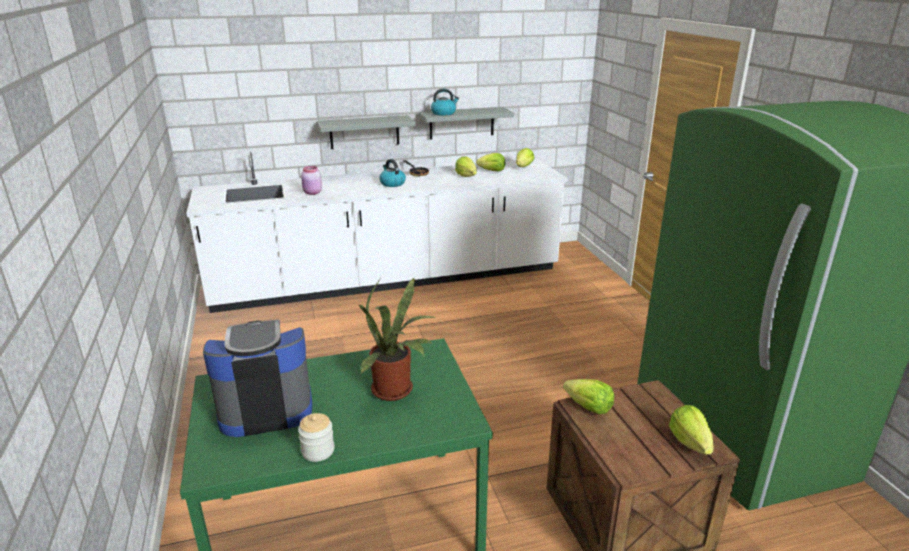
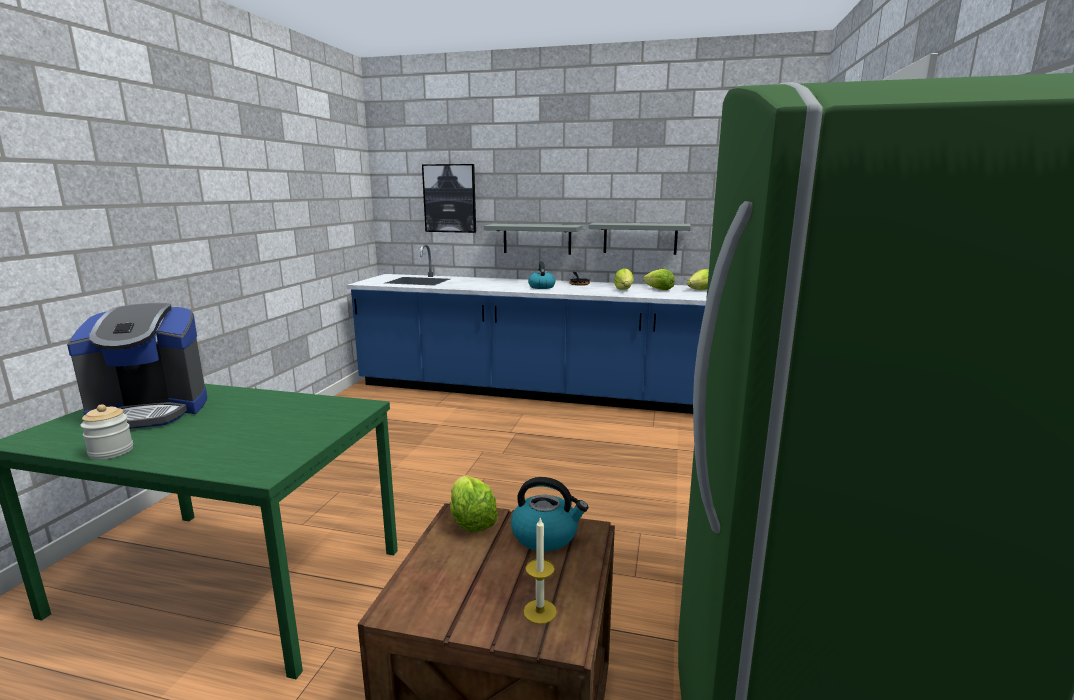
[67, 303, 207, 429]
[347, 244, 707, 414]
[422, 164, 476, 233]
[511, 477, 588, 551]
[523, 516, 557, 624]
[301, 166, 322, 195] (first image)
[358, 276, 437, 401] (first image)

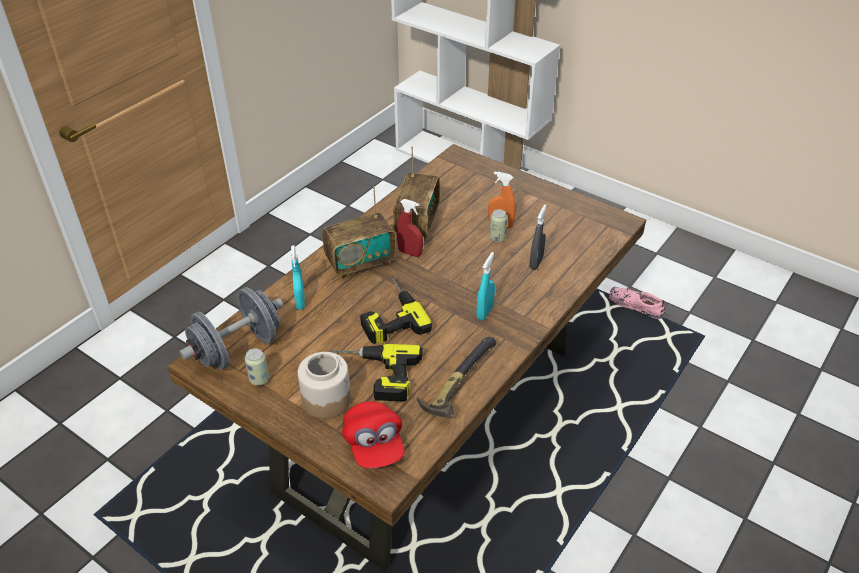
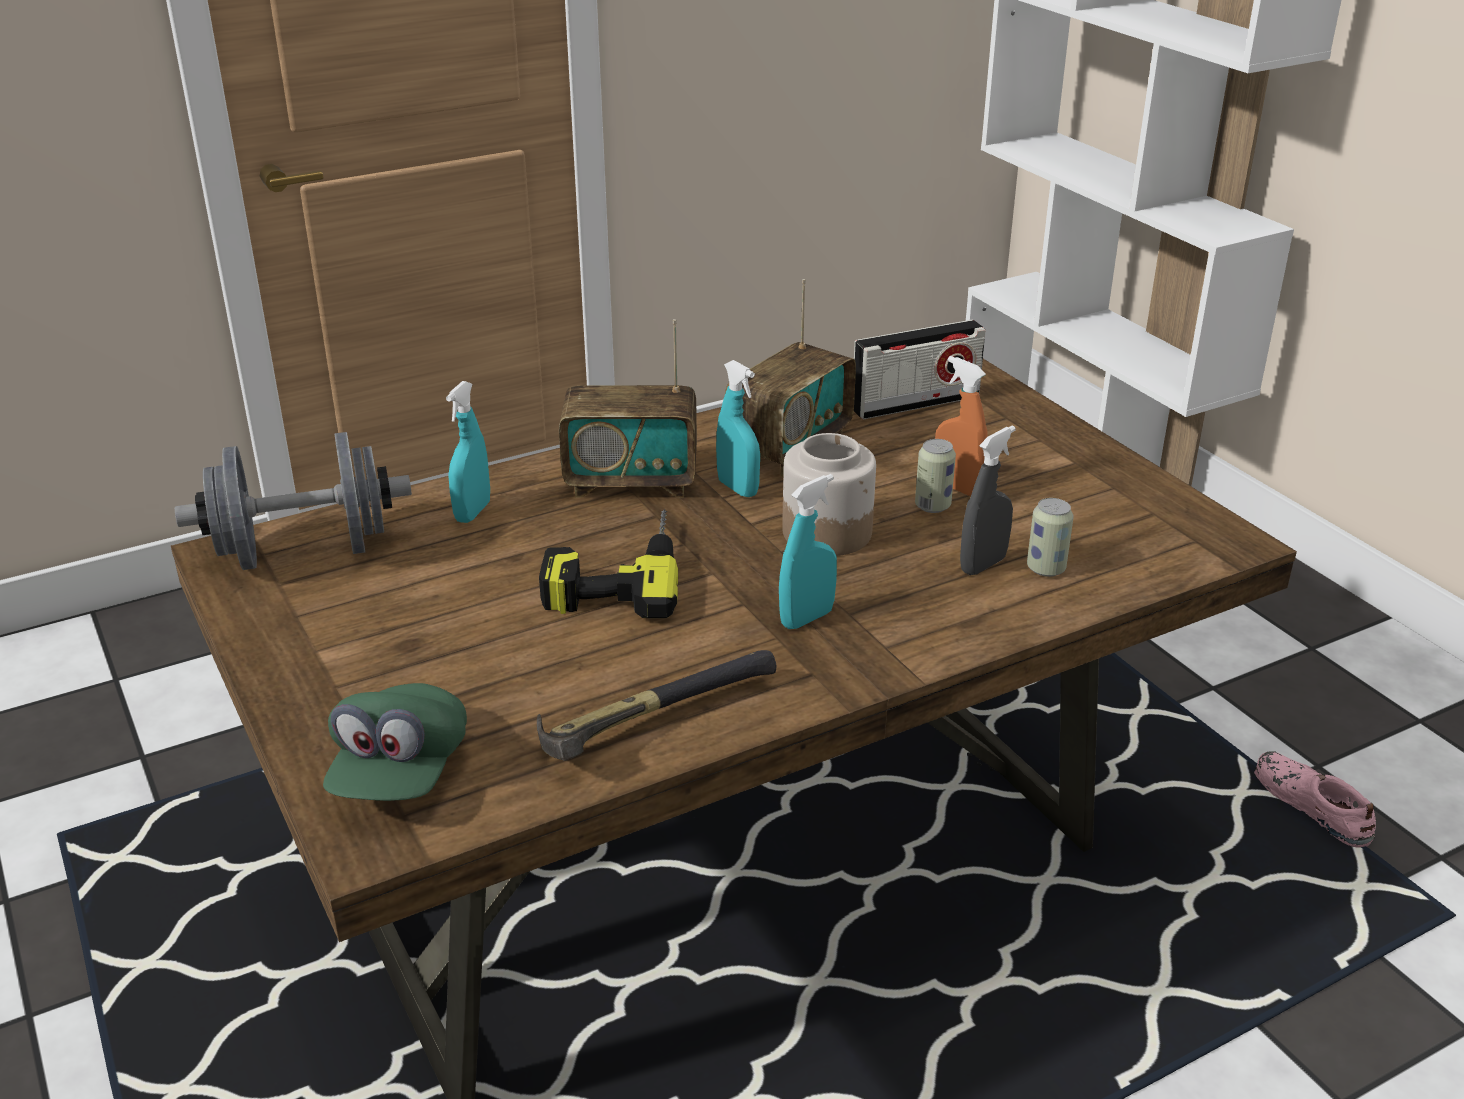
[323, 683, 467, 801]
[716, 360, 760, 497]
[782, 433, 876, 556]
[854, 320, 986, 419]
[1027, 498, 1074, 577]
[331, 344, 422, 401] (first image)

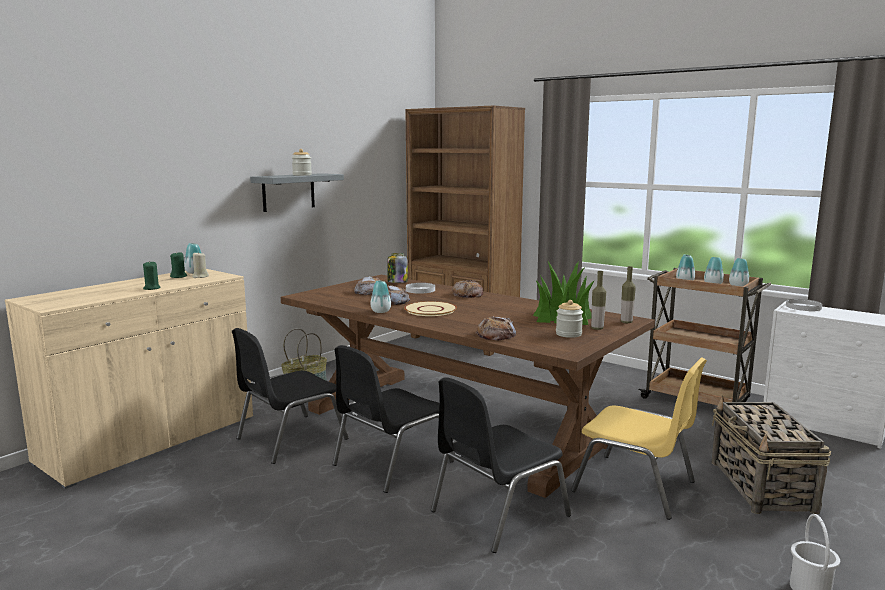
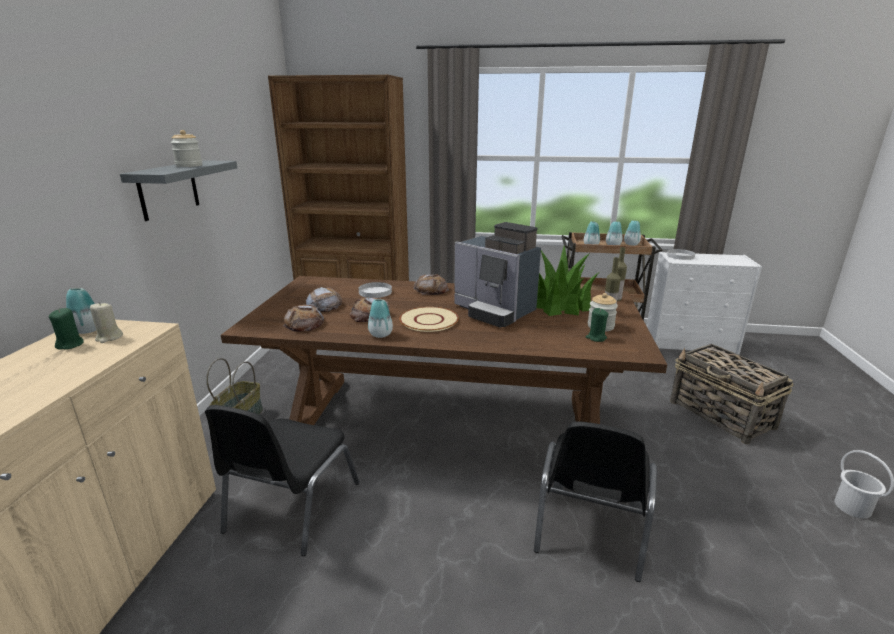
[283, 304, 324, 332]
[454, 222, 541, 328]
[586, 308, 608, 342]
[332, 345, 454, 493] (first image)
[387, 253, 408, 283] (first image)
[571, 358, 707, 520] (first image)

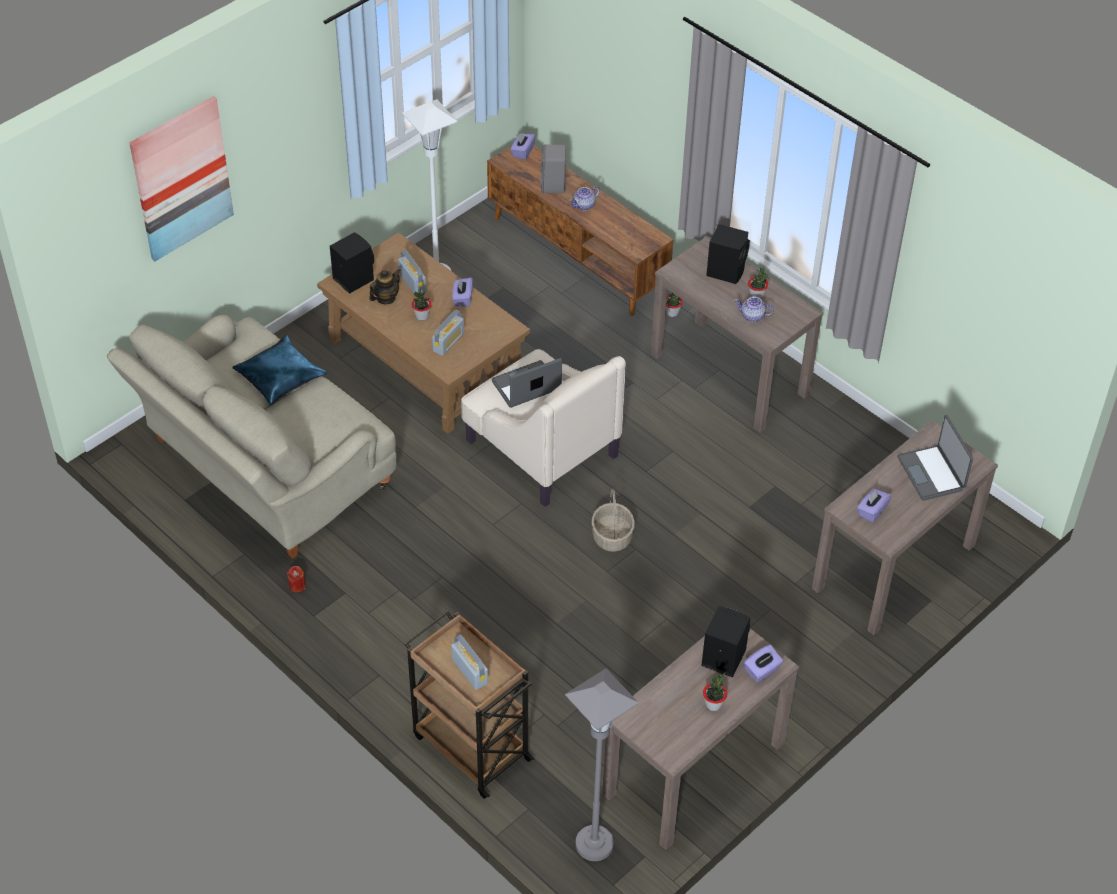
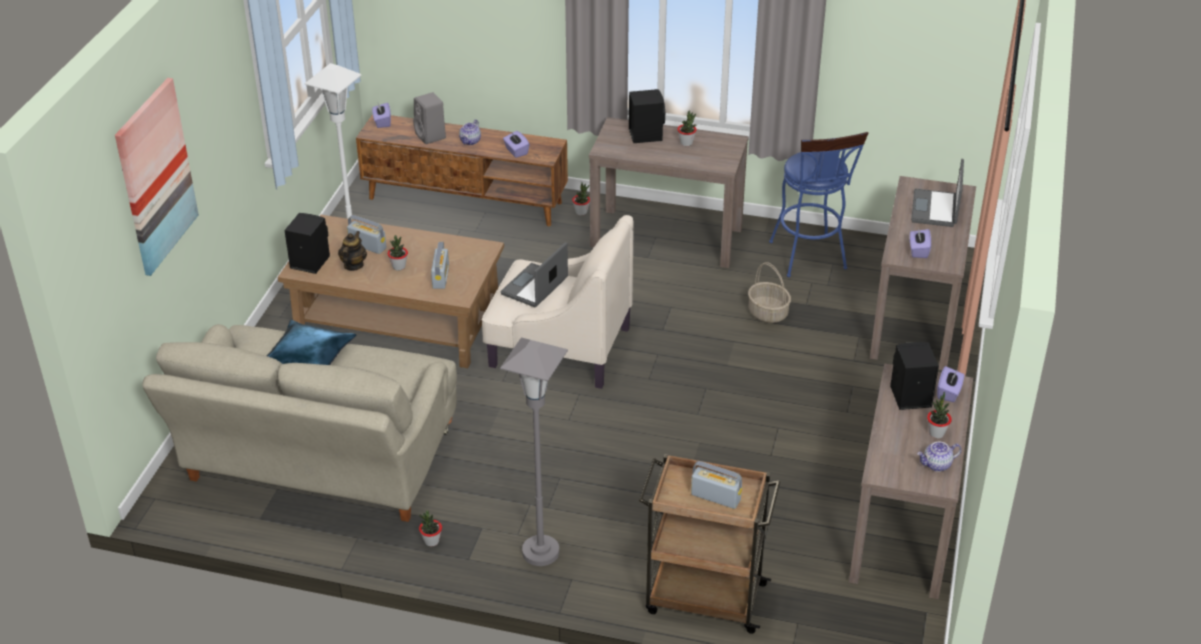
[419, 510, 442, 547]
[500, 338, 568, 566]
[503, 131, 530, 158]
[748, 262, 791, 323]
[769, 132, 868, 277]
[911, 159, 964, 227]
[917, 442, 962, 472]

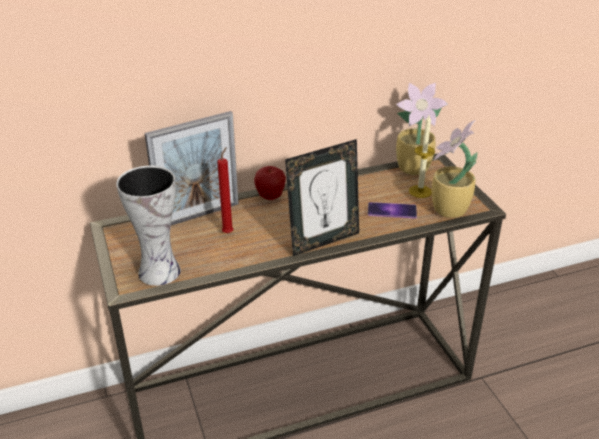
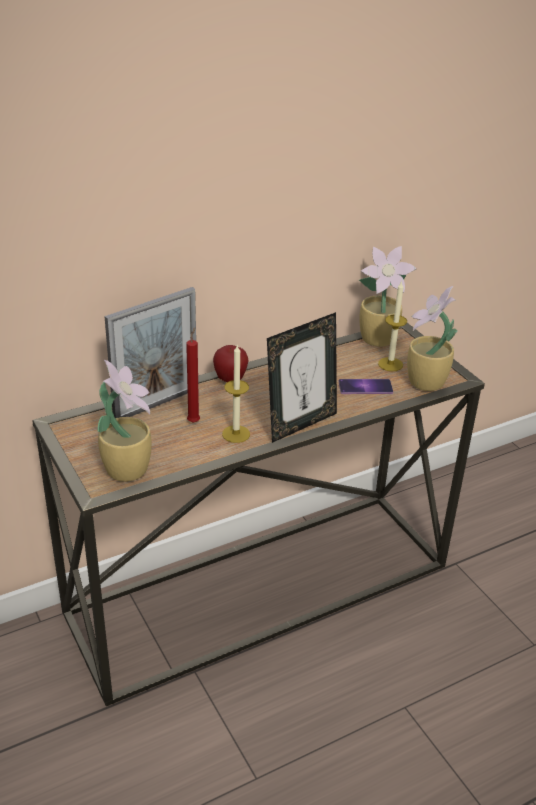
[98, 360, 152, 482]
[222, 344, 250, 443]

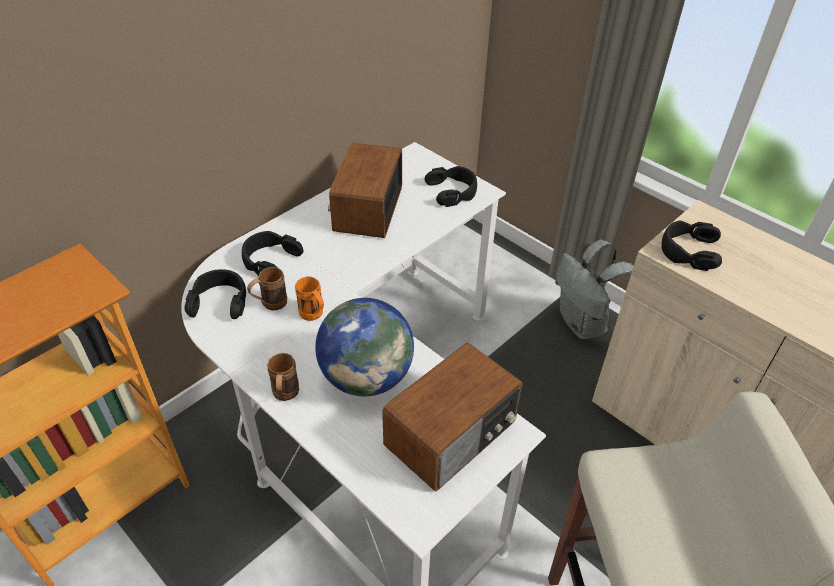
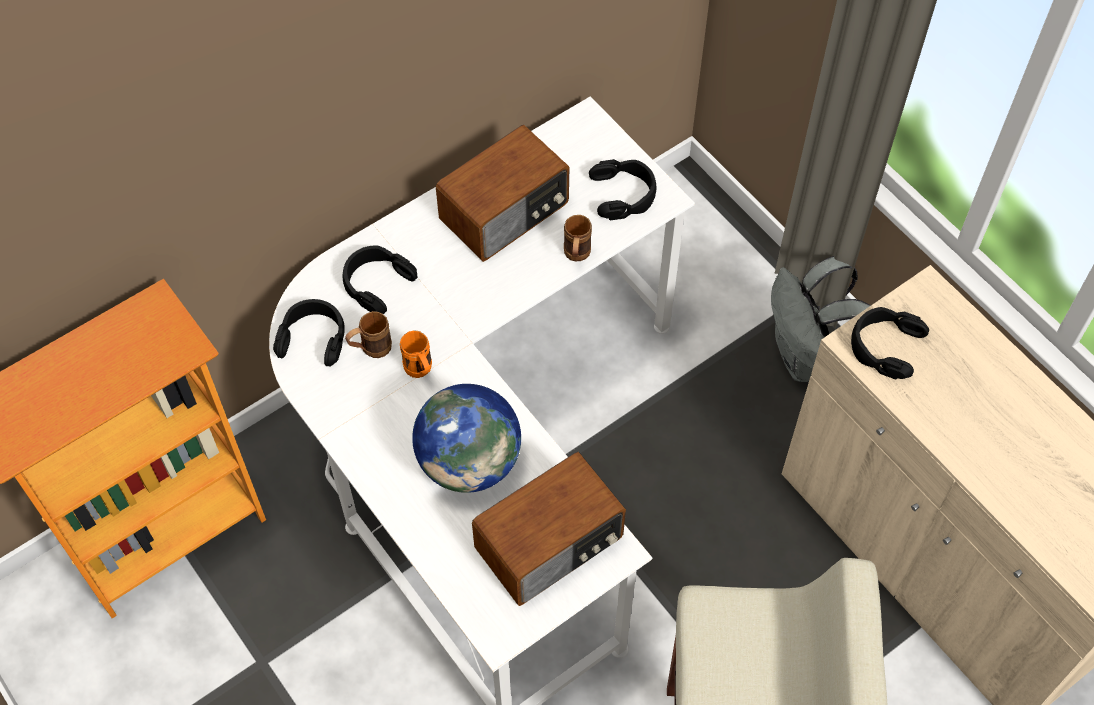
[436, 125, 569, 262]
[564, 215, 592, 261]

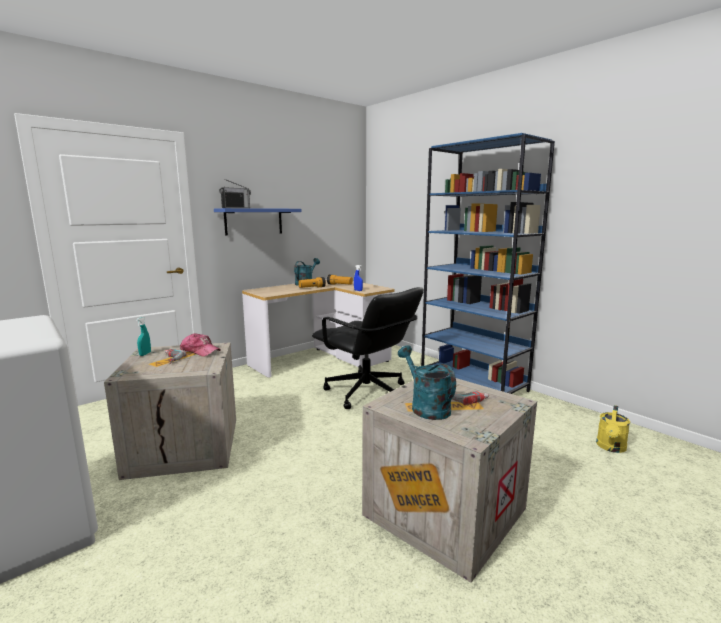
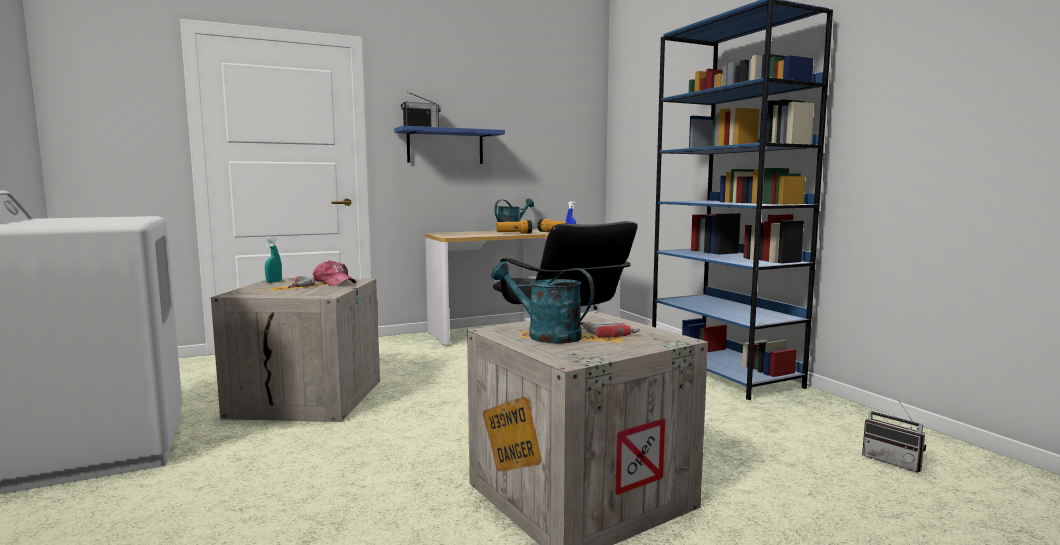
[491, 261, 595, 344]
[862, 399, 926, 472]

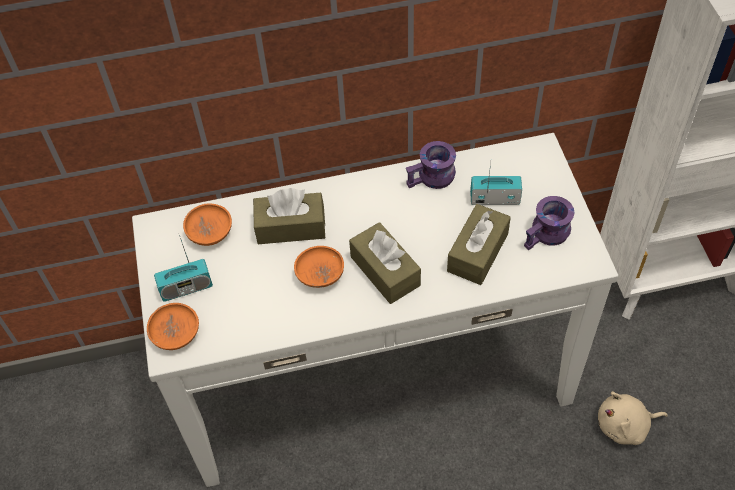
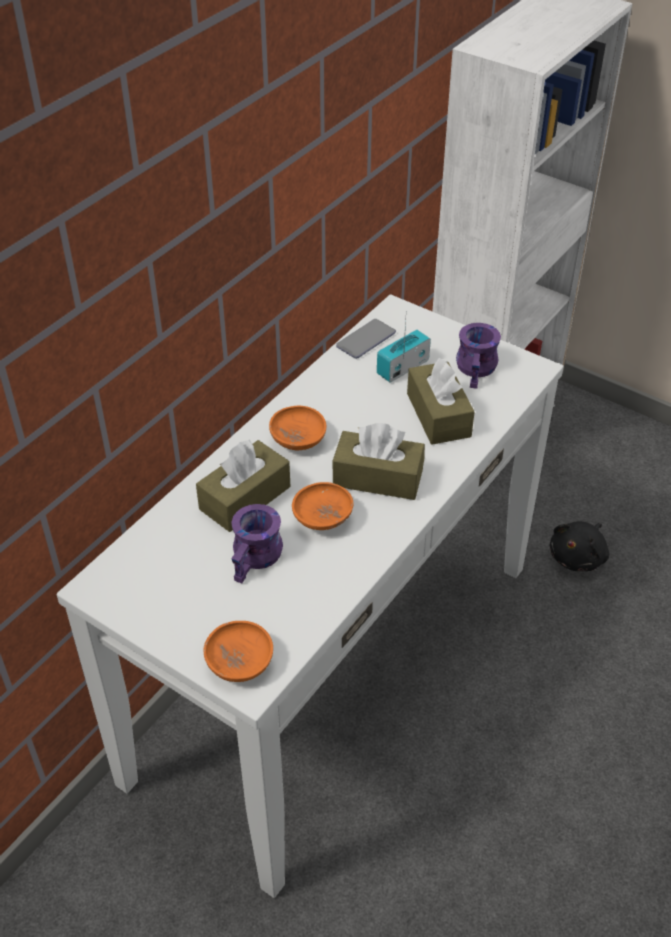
[231, 504, 283, 584]
[269, 406, 326, 450]
[336, 319, 396, 359]
[550, 521, 609, 571]
[154, 235, 213, 302] (first image)

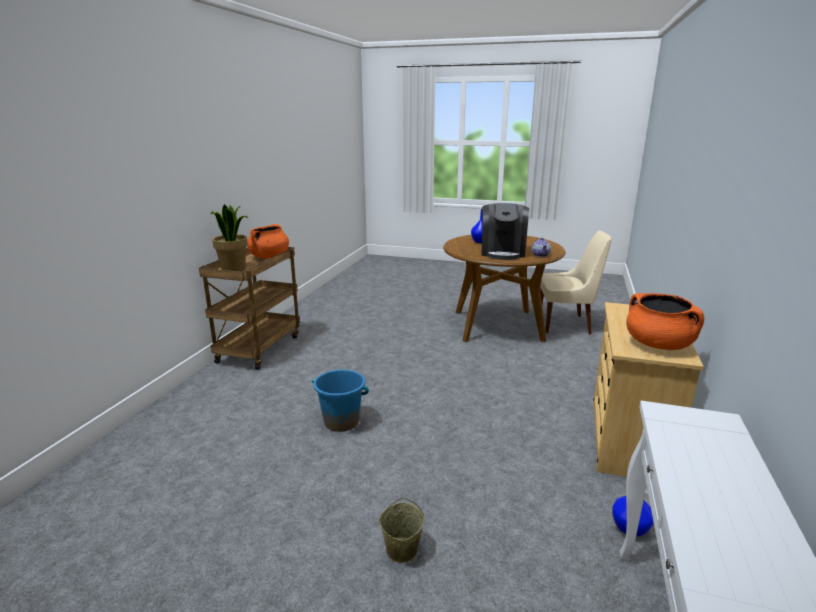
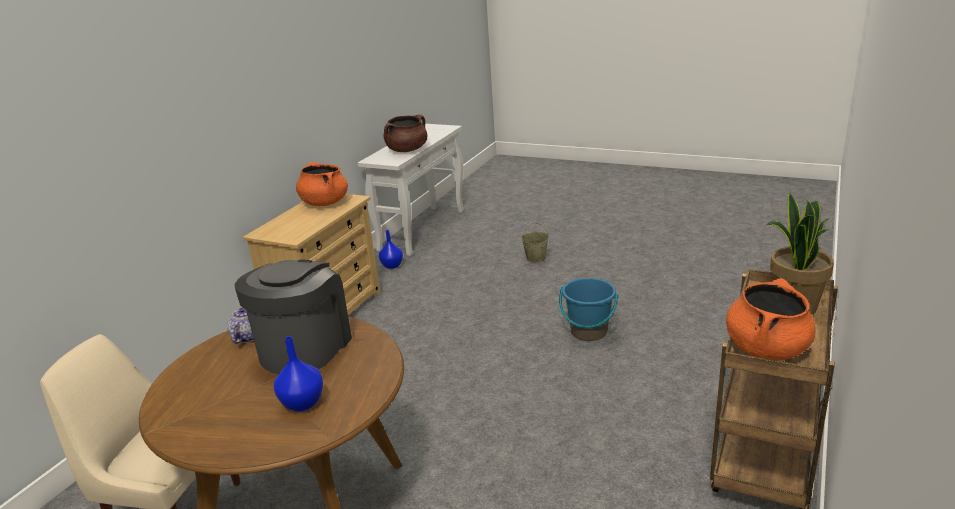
[383, 115, 427, 152]

